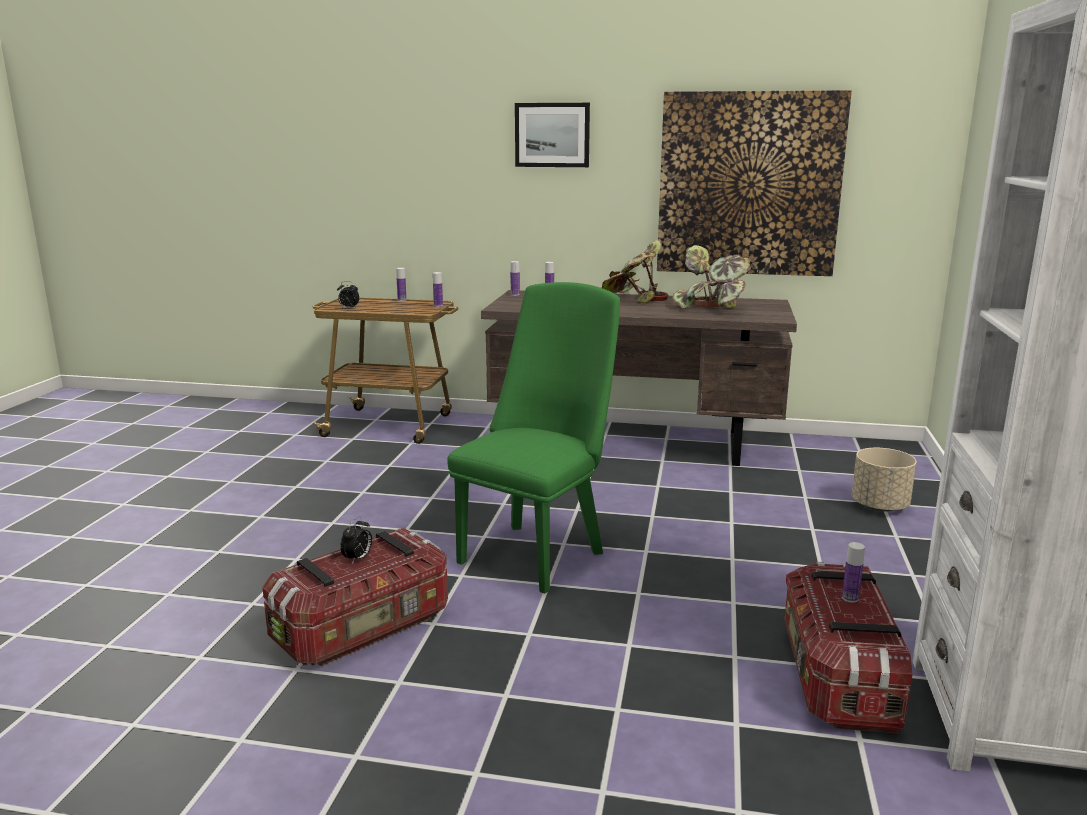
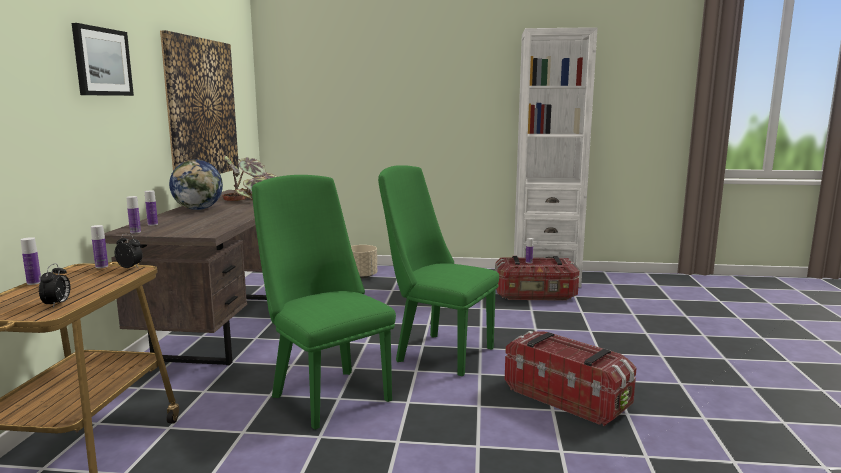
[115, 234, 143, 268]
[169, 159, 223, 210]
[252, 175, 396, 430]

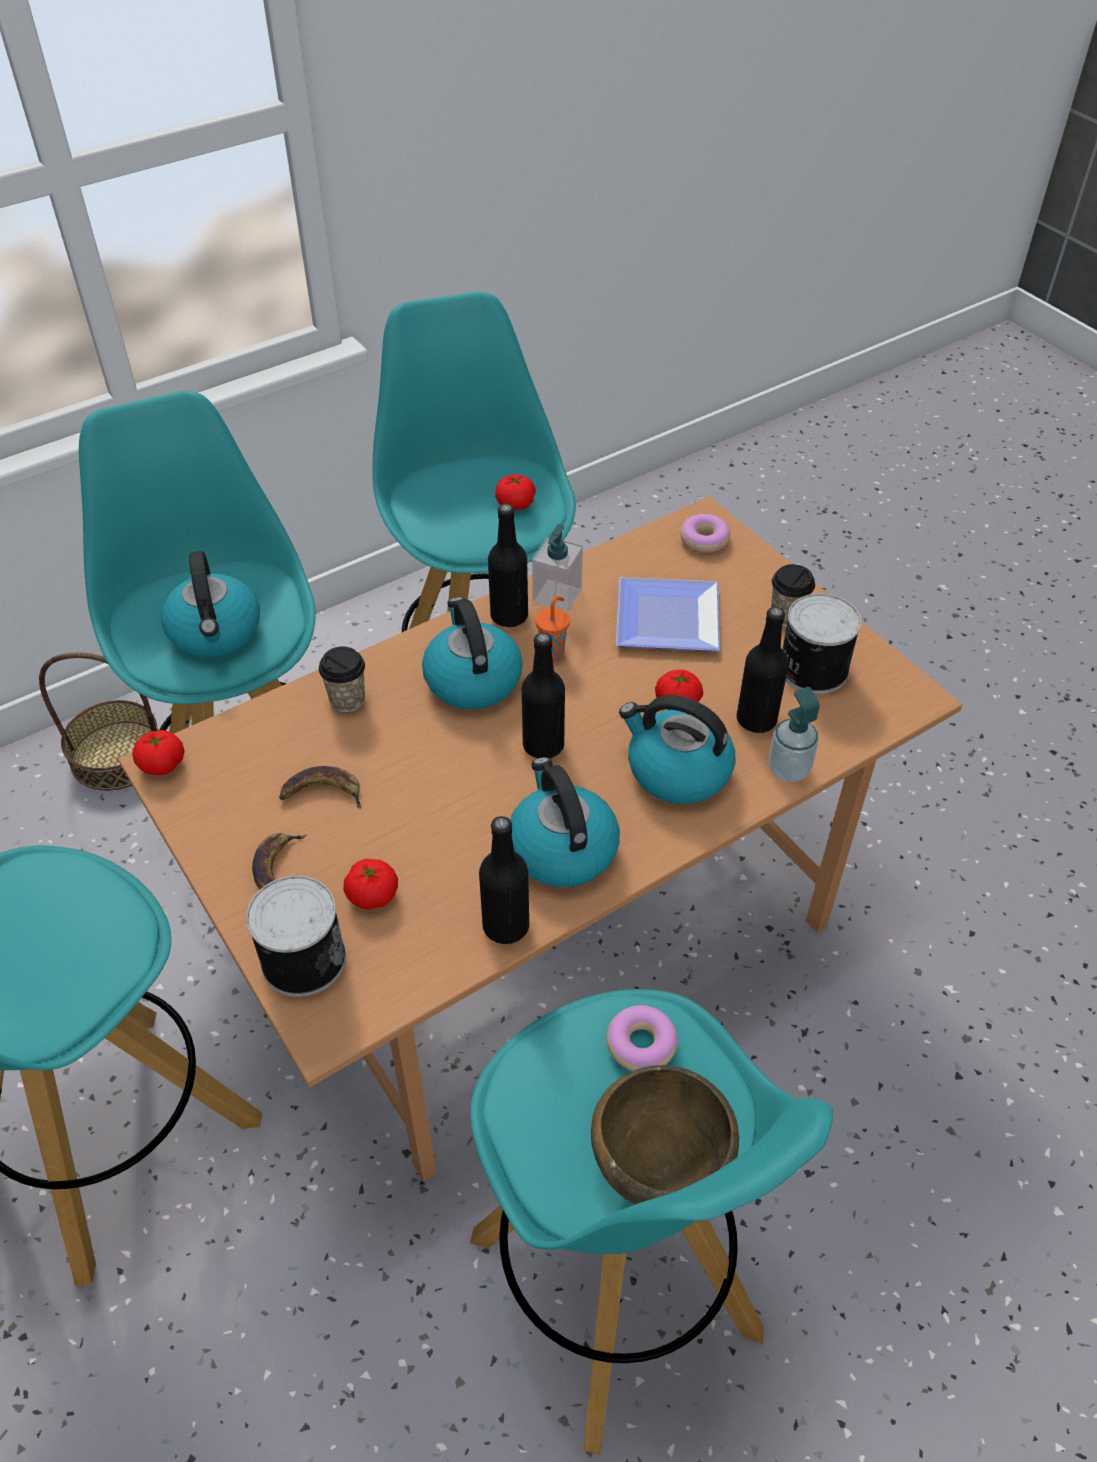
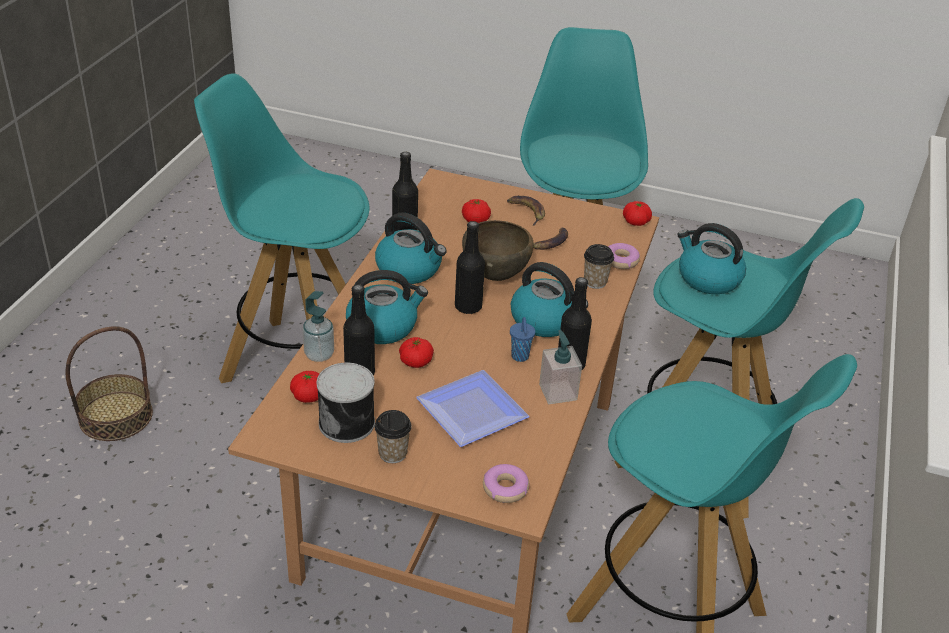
[65, 326, 153, 441]
[290, 371, 319, 403]
[462, 220, 534, 281]
[510, 317, 535, 362]
[608, 243, 640, 269]
[246, 876, 346, 997] (first image)

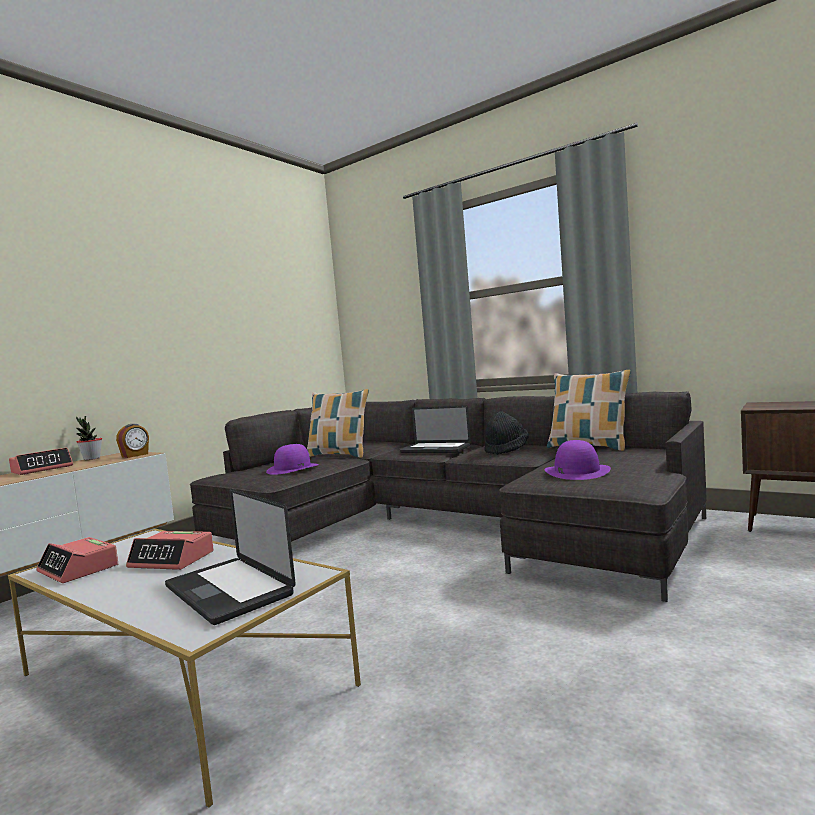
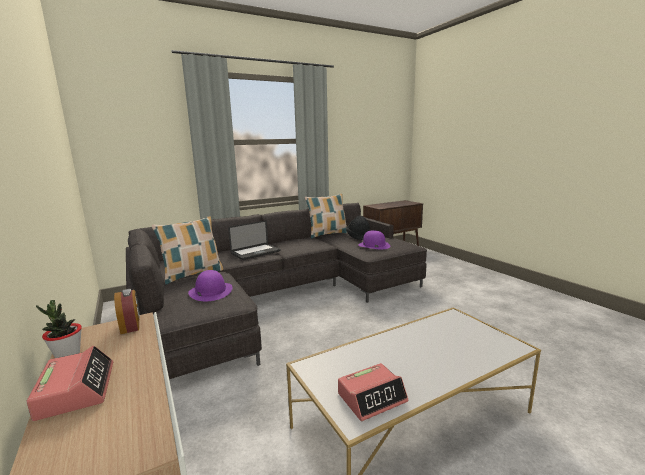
[346, 216, 370, 240]
[126, 531, 214, 570] (first image)
[165, 488, 296, 625] (first image)

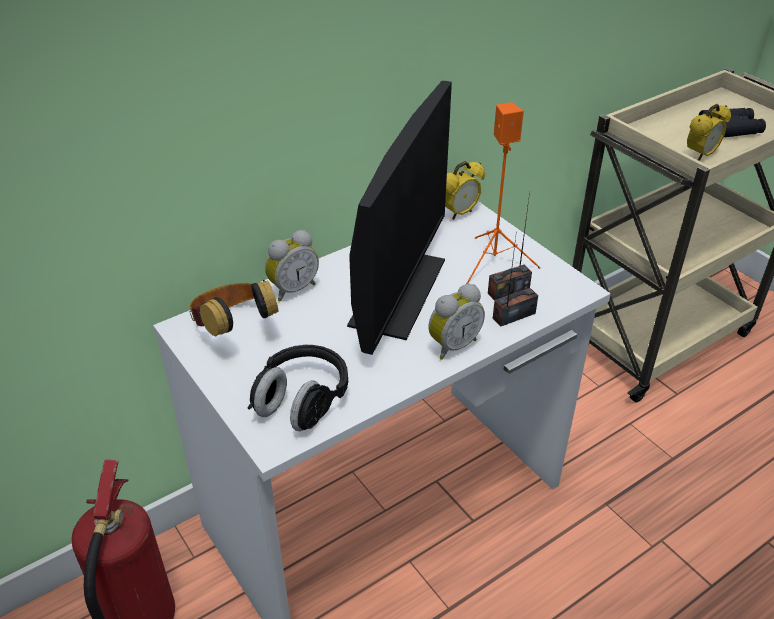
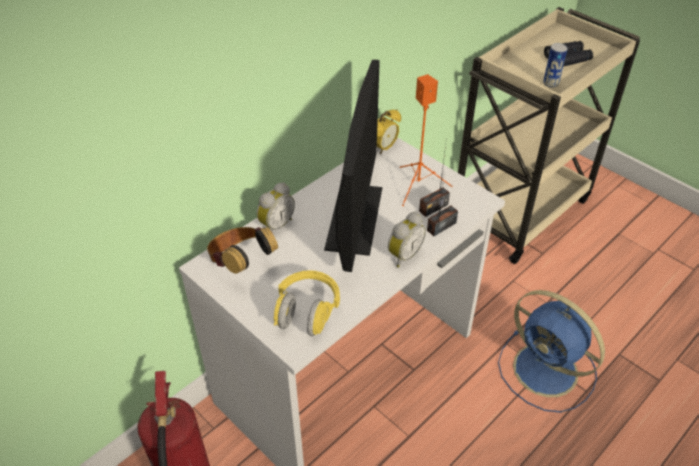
[274, 270, 340, 336]
[498, 290, 605, 413]
[543, 43, 568, 87]

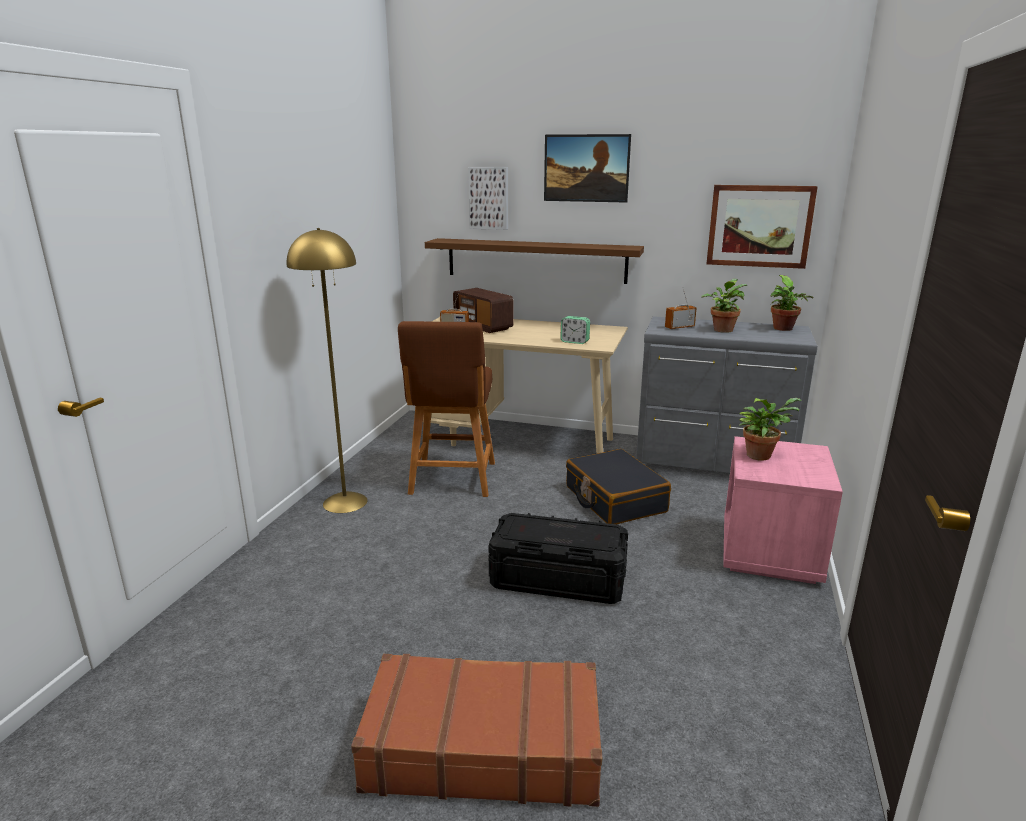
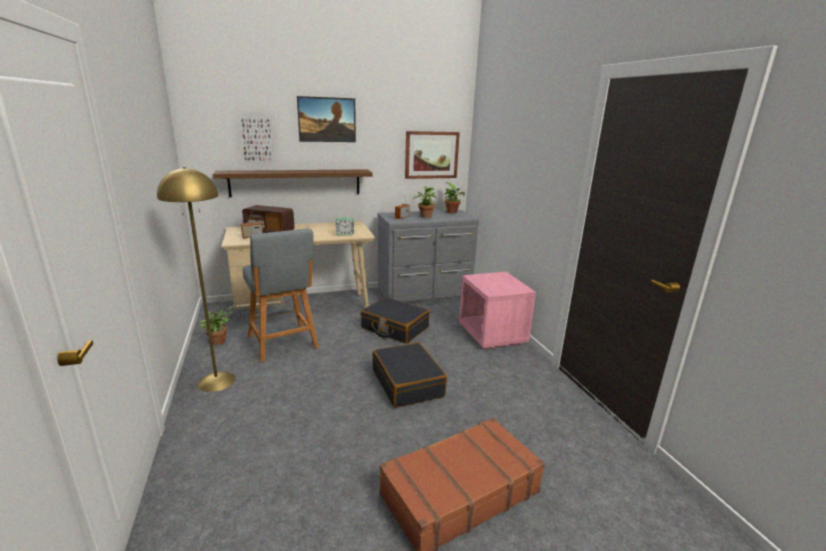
[199, 306, 235, 345]
[243, 228, 319, 362]
[372, 342, 447, 408]

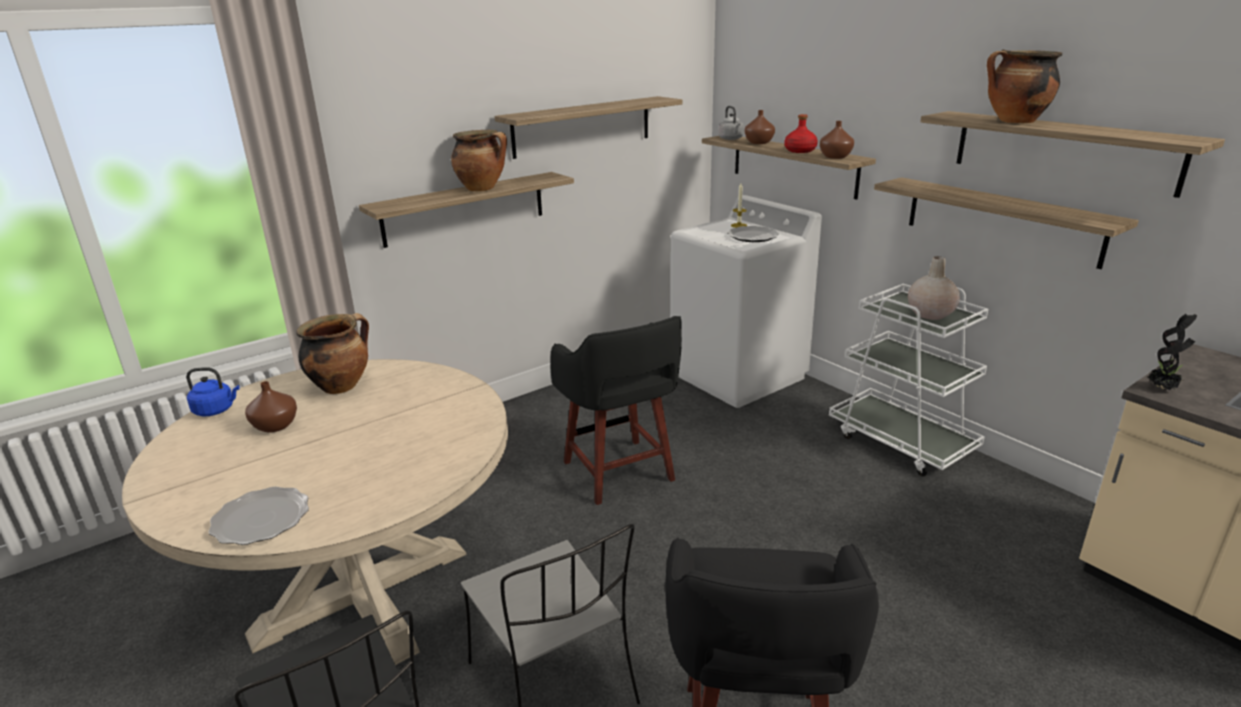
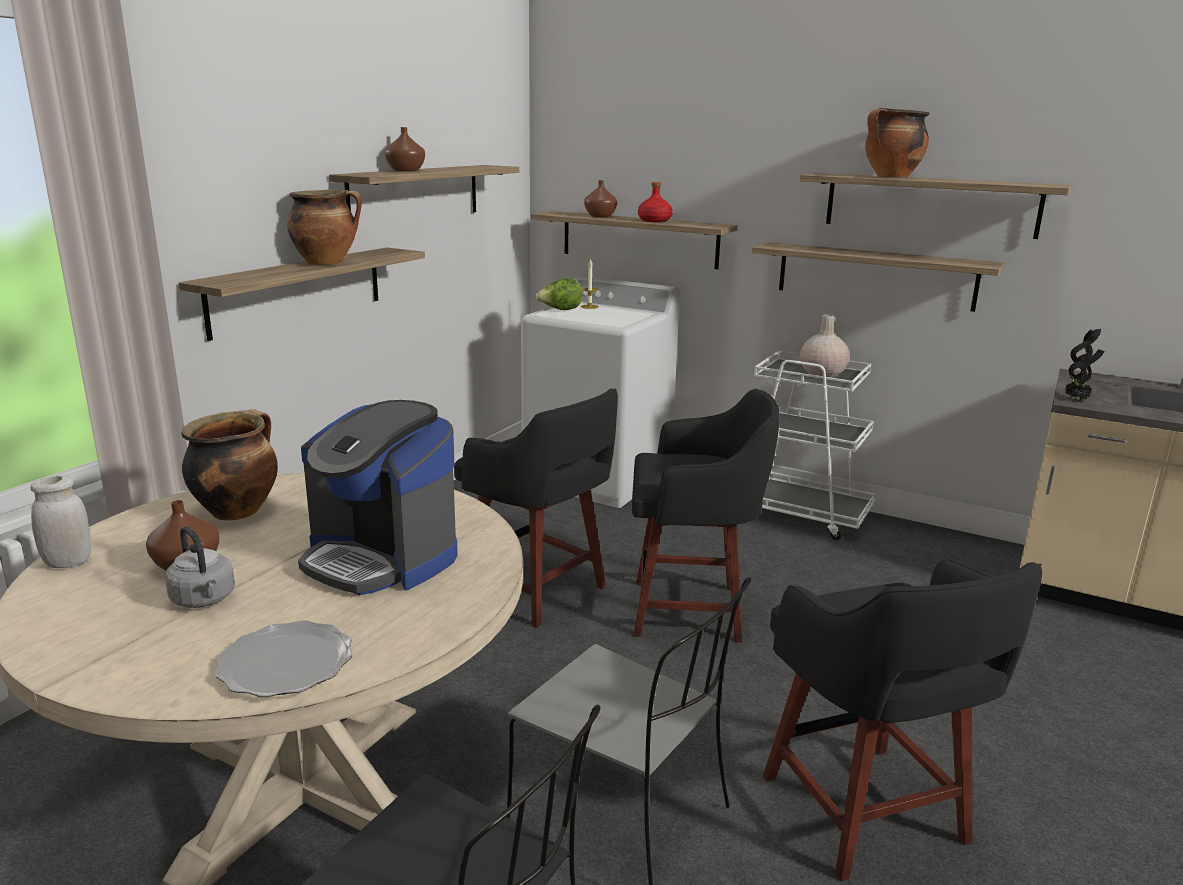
[30, 476, 91, 568]
[165, 526, 235, 608]
[298, 400, 458, 595]
[385, 127, 425, 172]
[535, 278, 582, 310]
[632, 389, 780, 643]
[727, 226, 779, 242] (first image)

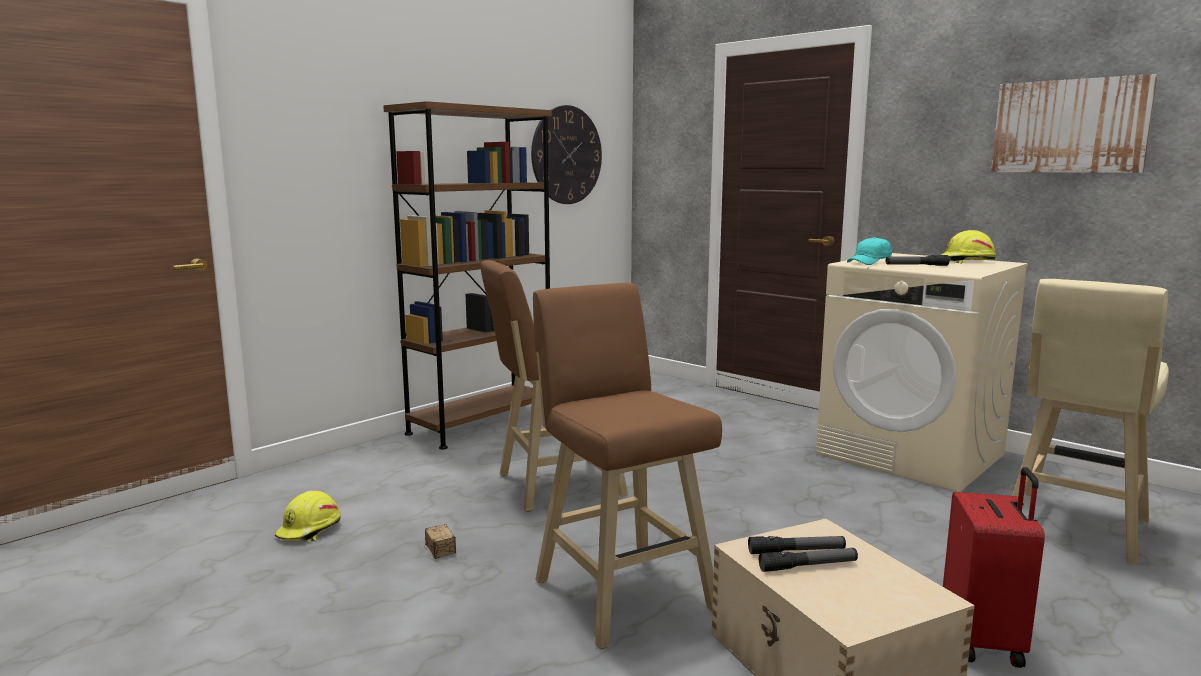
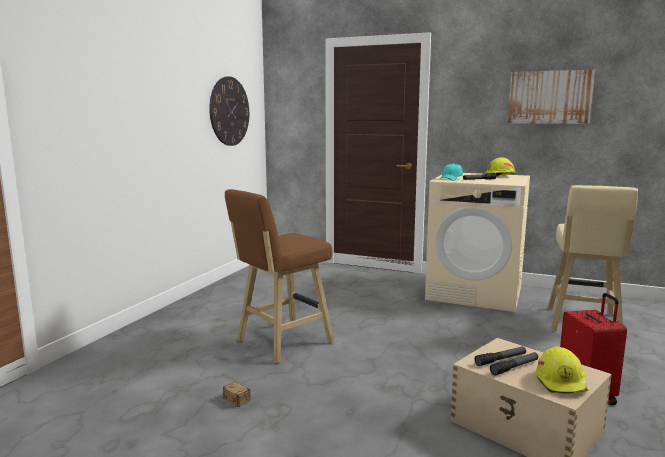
[536, 346, 588, 395]
[383, 101, 552, 449] (first image)
[533, 283, 722, 650] (first image)

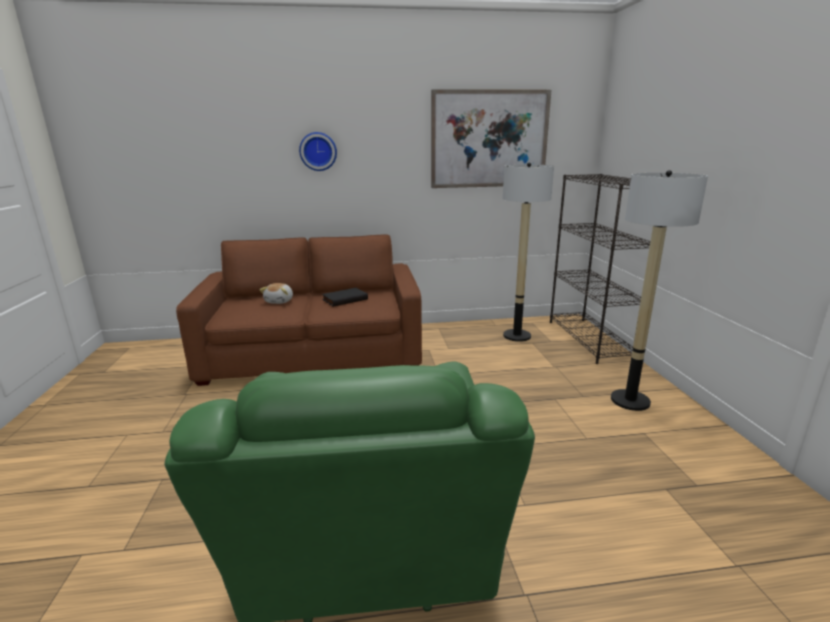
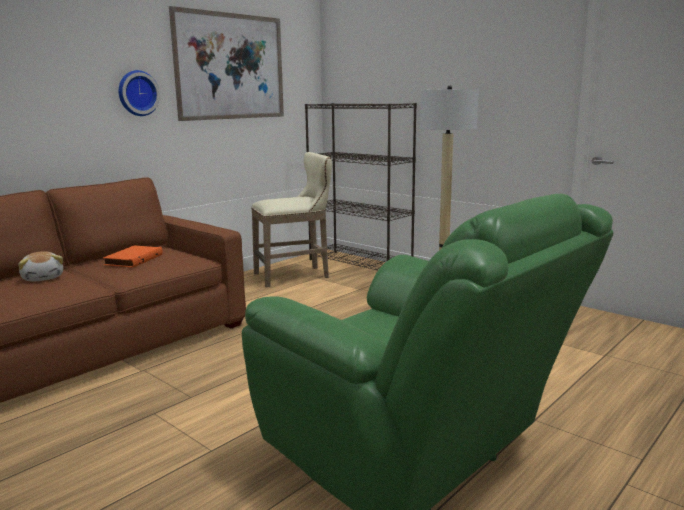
[103, 245, 163, 268]
[119, 70, 160, 116]
[251, 152, 332, 288]

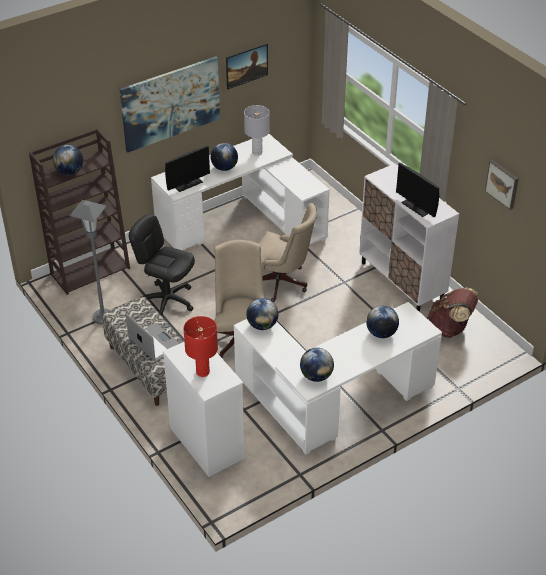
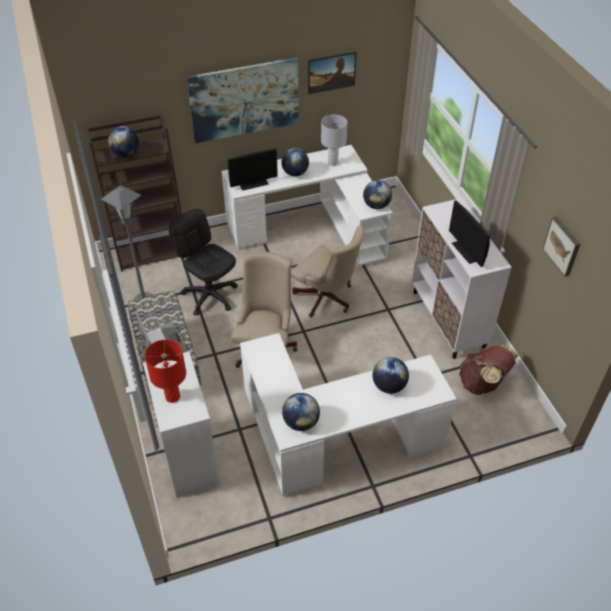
[363, 180, 392, 209]

